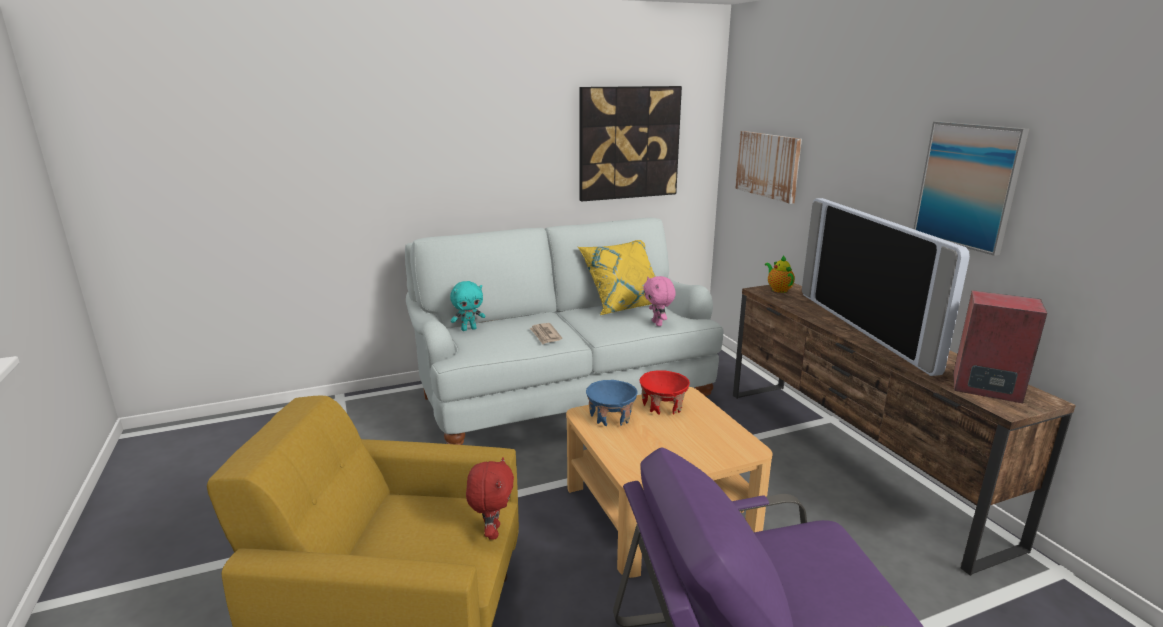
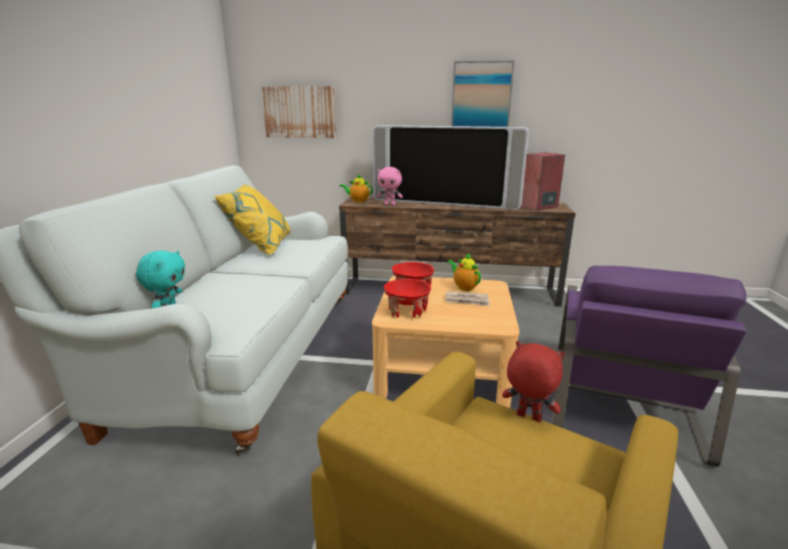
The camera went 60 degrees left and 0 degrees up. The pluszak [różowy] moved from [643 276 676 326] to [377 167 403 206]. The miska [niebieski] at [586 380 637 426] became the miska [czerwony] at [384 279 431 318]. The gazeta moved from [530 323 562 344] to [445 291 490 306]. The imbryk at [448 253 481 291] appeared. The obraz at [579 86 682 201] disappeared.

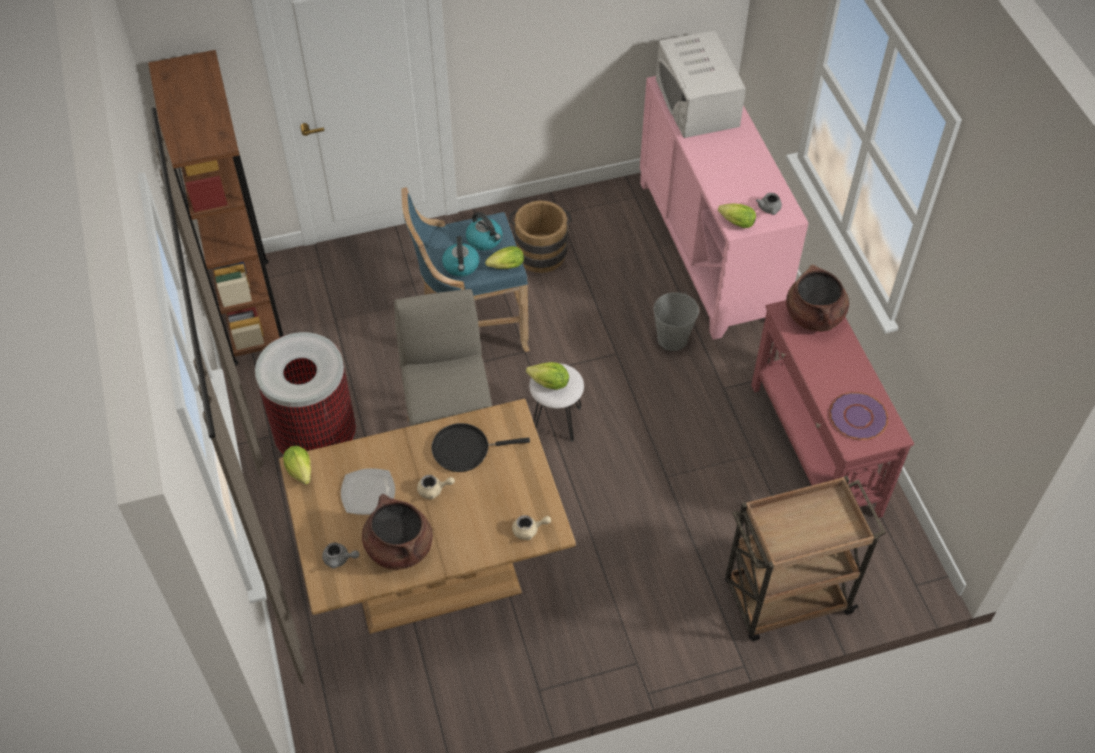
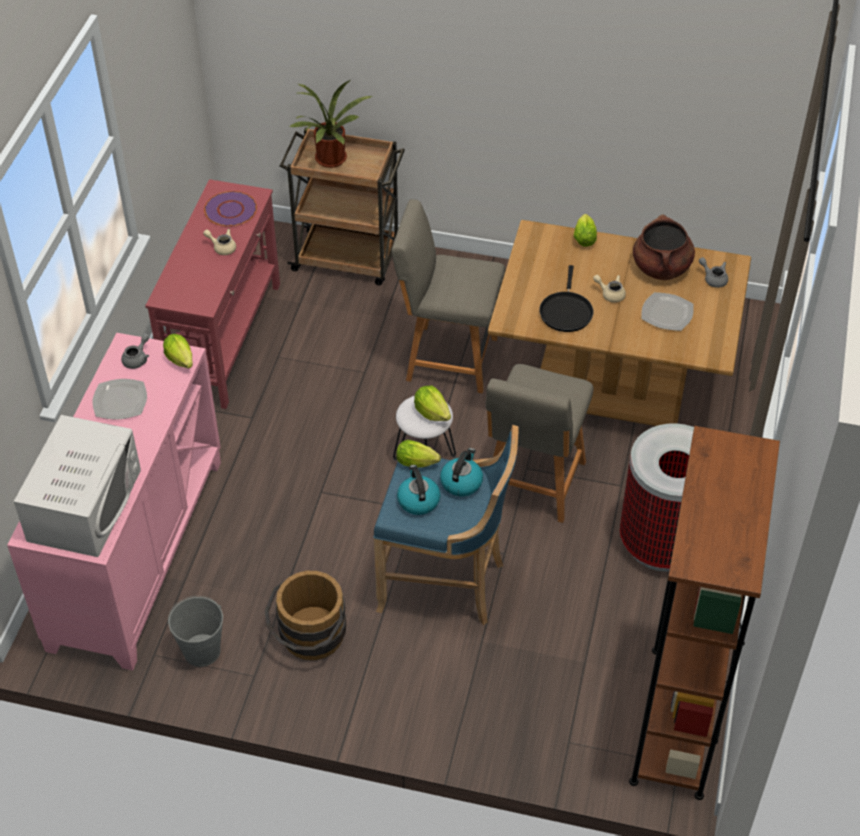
The camera went 150 degrees left and 5 degrees down. The talerz at [92 379 147 420] appeared. The wiadro [szary] moved from [654 292 699 351] to [168 596 223 667]. The imbryk [beżowy] moved from [512 515 551 540] to [203 229 236 255]. The roślina doniczkowa at [289 80 372 168] appeared. The krzesło [szary] at [391 199 505 393] appeared. The patelnia [czarny] at [432 423 530 472] turned 75 degrees clockwise. The sałata moved from [283 446 311 485] to [574 214 597 247]. The garnek [brązowy] at [786 265 849 332] disappeared.

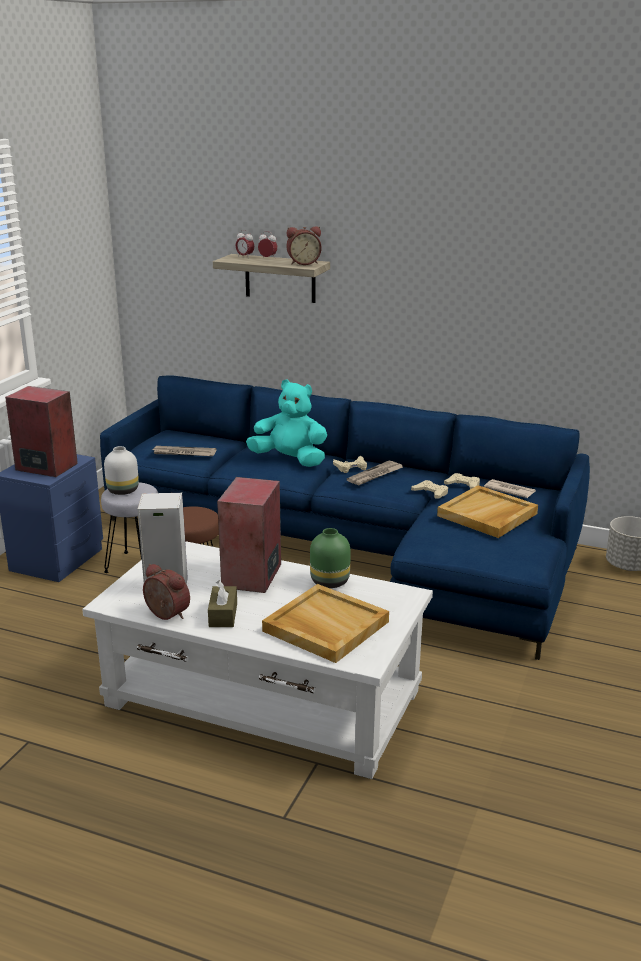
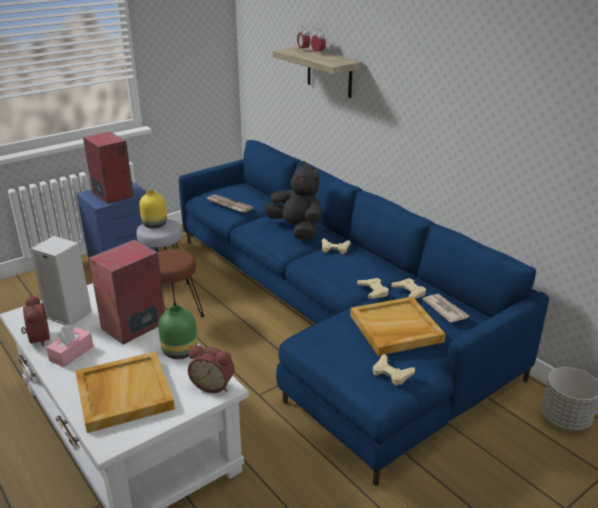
The camera went 30 degrees right and 5 degrees up. The pudełko chusteczek [brązowy] at [208 580 237 627] became the pudełko chusteczek [różowy] at [46 325 94 367]. The wazon [biały] at [104 446 139 495] became the wazon [żółty] at [139 190 167 228]. The budzik moved from [286 226 321 265] to [188 345 234 393]. The pluszak [turkusowy] at [246 380 327 467] became the pluszak [czarny] at [264 161 322 240]. The pad do gier [beżowy] at [373 354 415 386] appeared. The gazeta at [347 461 403 485] disappeared.

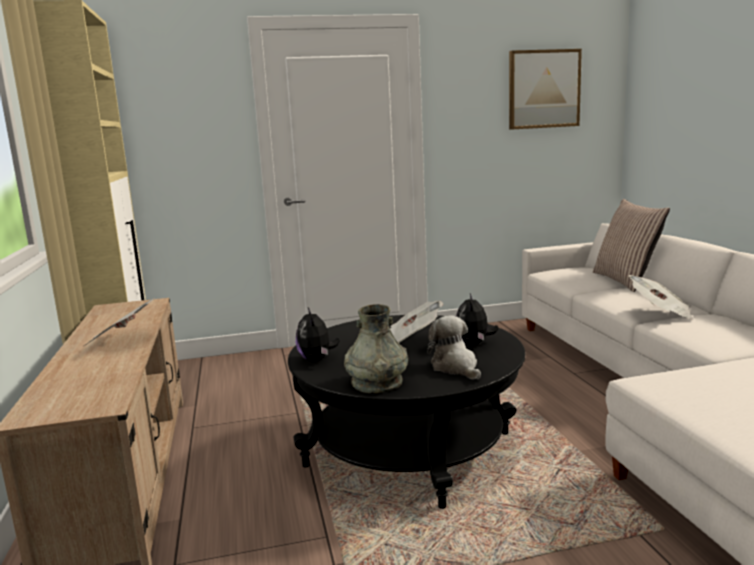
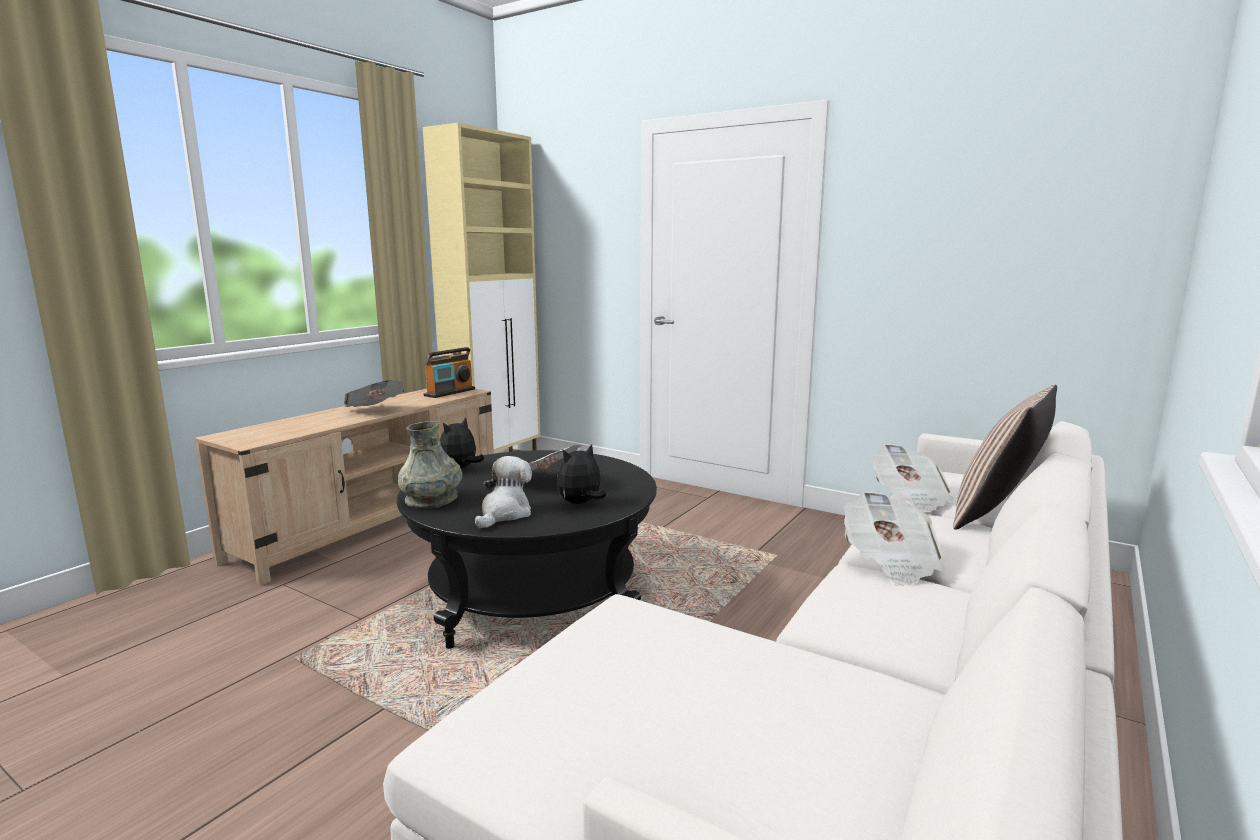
The camera went 45 degrees right and 0 degrees up. The radio at [423 347 475 398] appeared. The gazeta at [872 443 954 513] appeared. The obraz at [509 49 582 130] disappeared.

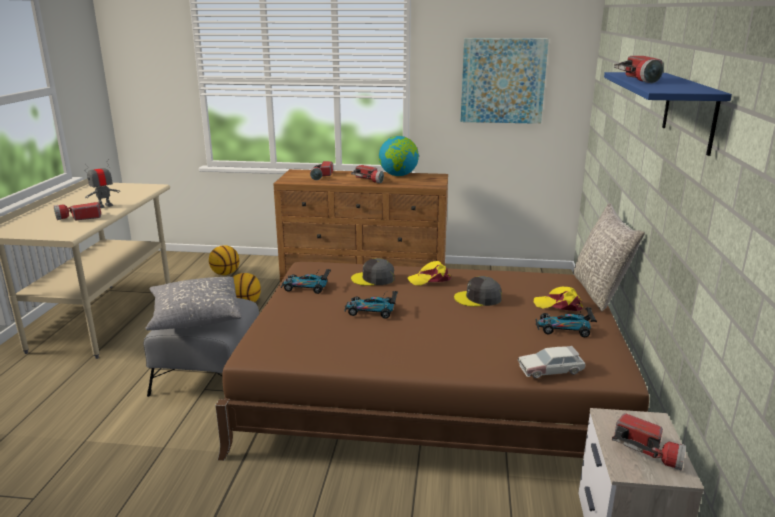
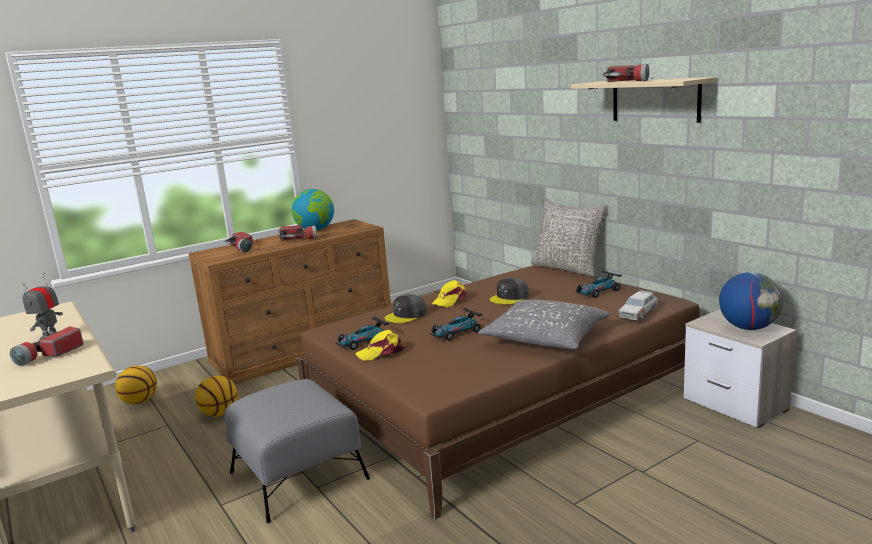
The camera went 40 degrees left and 5 degrees down. The czapka z daszkiem [żółty] moved from [534 287 583 311] to [356 330 405 361]. The poduszka [szary] moved from [145 277 242 331] to [478 299 610 349]. The półka [niebieski] at [604 72 732 156] became the półka [beżowy] at [571 77 717 123]. The latarka at [612 413 686 470] was replaced by the globus at [719 272 783 330]. The obraz at [461 38 549 124] disappeared.

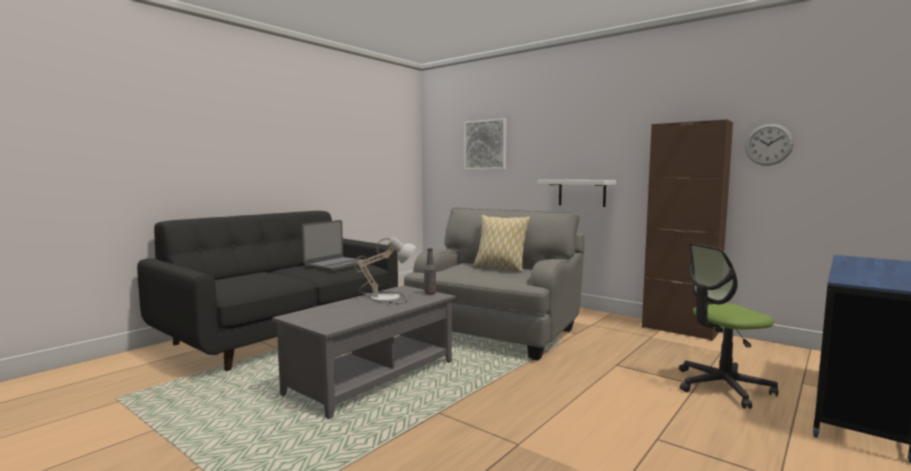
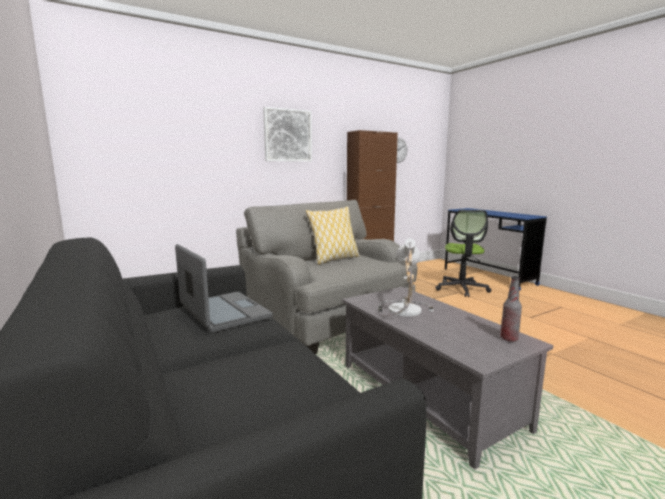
The camera went 70 degrees left and 5 degrees up. The obraz moved from [464 118 507 170] to [263 107 312 162]. The butelka moved from [424 248 436 294] to [500 276 522 342]. The półka [biały] at [538 180 616 207] disappeared.

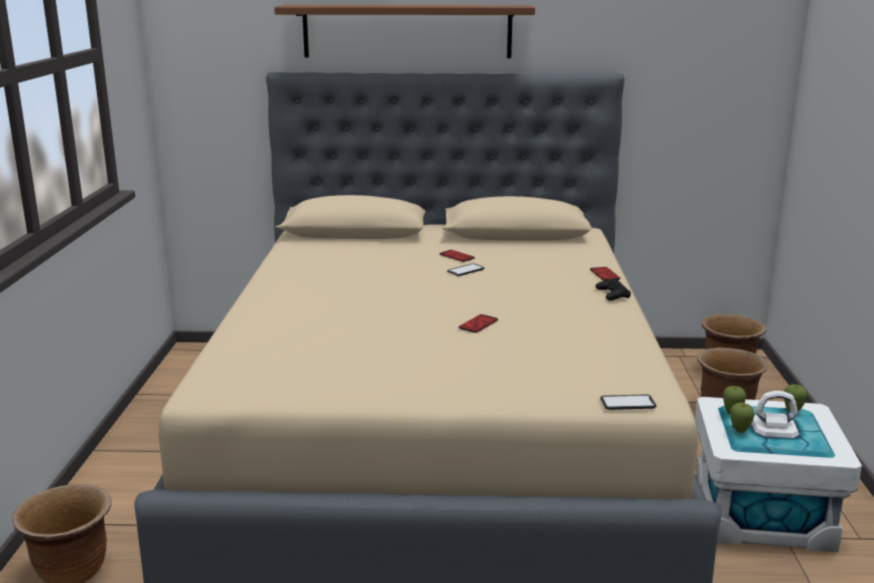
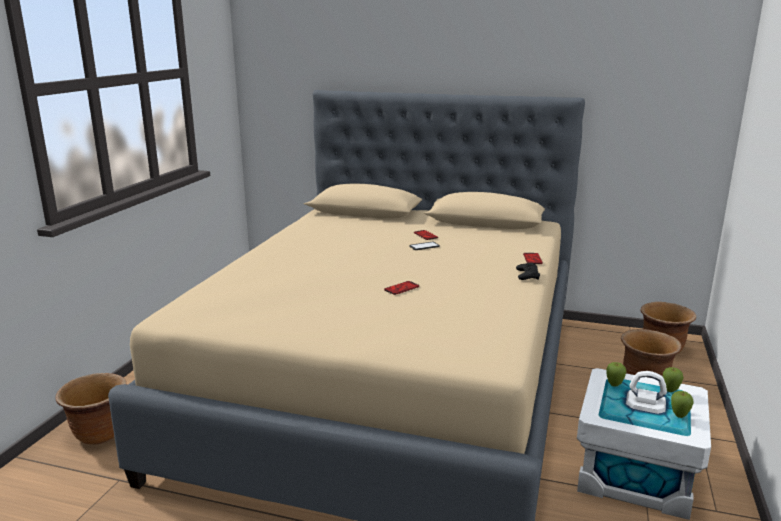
The camera went 15 degrees right and 0 degrees up. The jabłko moved from [730 402 755 433] to [671 391 694 418]. The półka [brązowy] at [274 5 535 58] disappeared. The telefon at [600 394 657 410] disappeared.

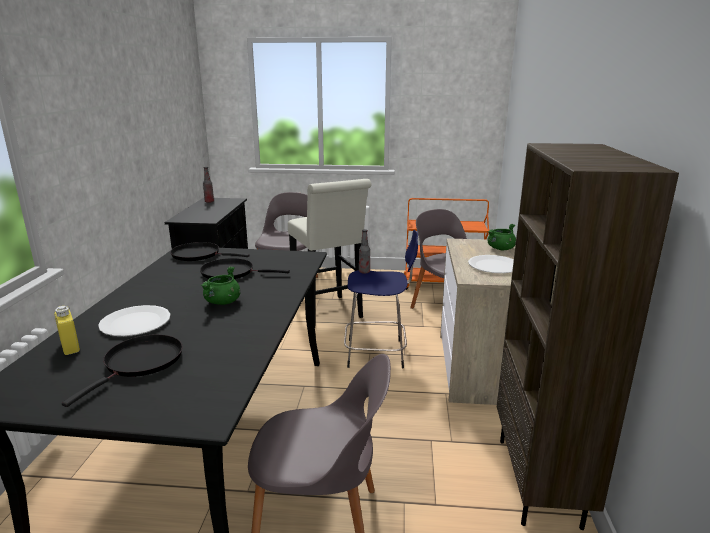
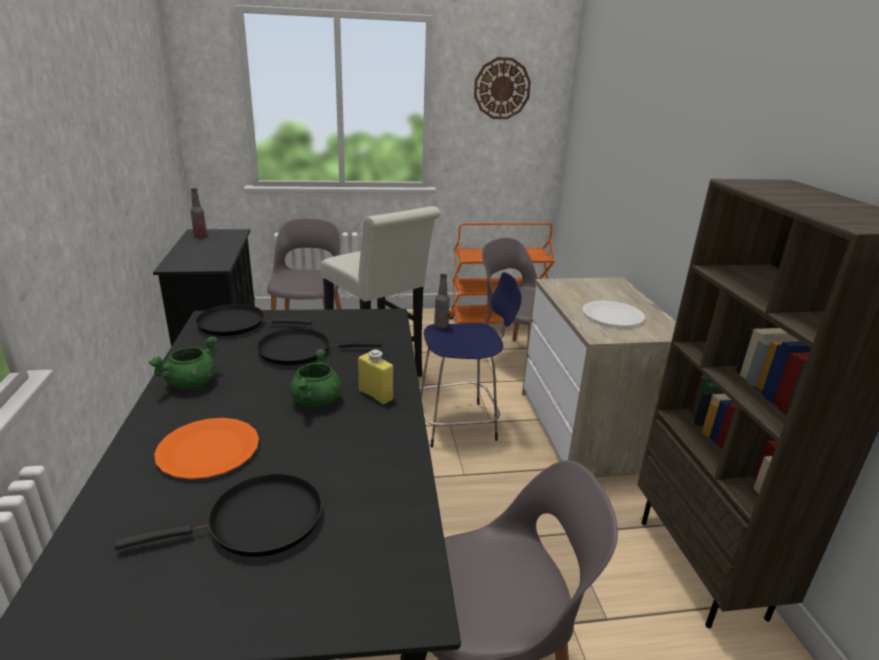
The camera went 15 degrees left and 5 degrees up. The patelnia [czarny] at [62 334 183 407] turned 60 degrees clockwise. The garnek [zielony] moved from [488 224 516 250] to [148 336 218 389]. The talerz [biały] at [98 305 170 336] became the talerz [pomarańczowy] at [154 418 259 479]. The butelka [żółty] moved from [54 306 80 355] to [358 349 393 404]. The zegar ścienny at [474 57 531 119] appeared.

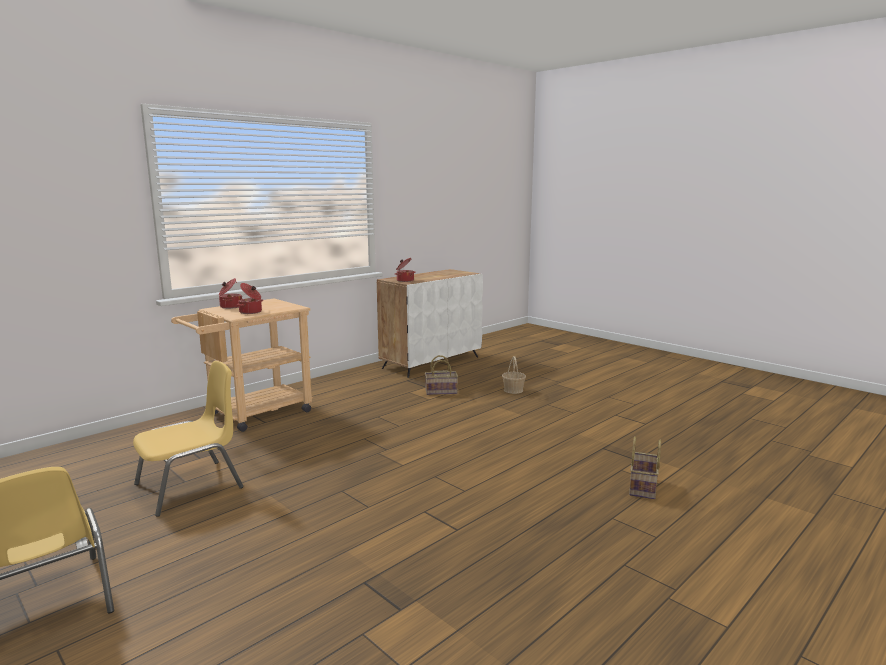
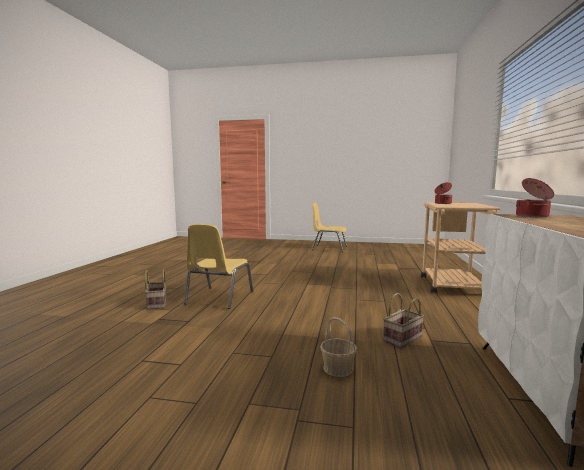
The camera went 145 degrees right and 5 degrees down. The krzesło [żółty] moved from [133 361 244 517] to [184 224 253 309]. The garnek at [219 278 242 309] disappeared.

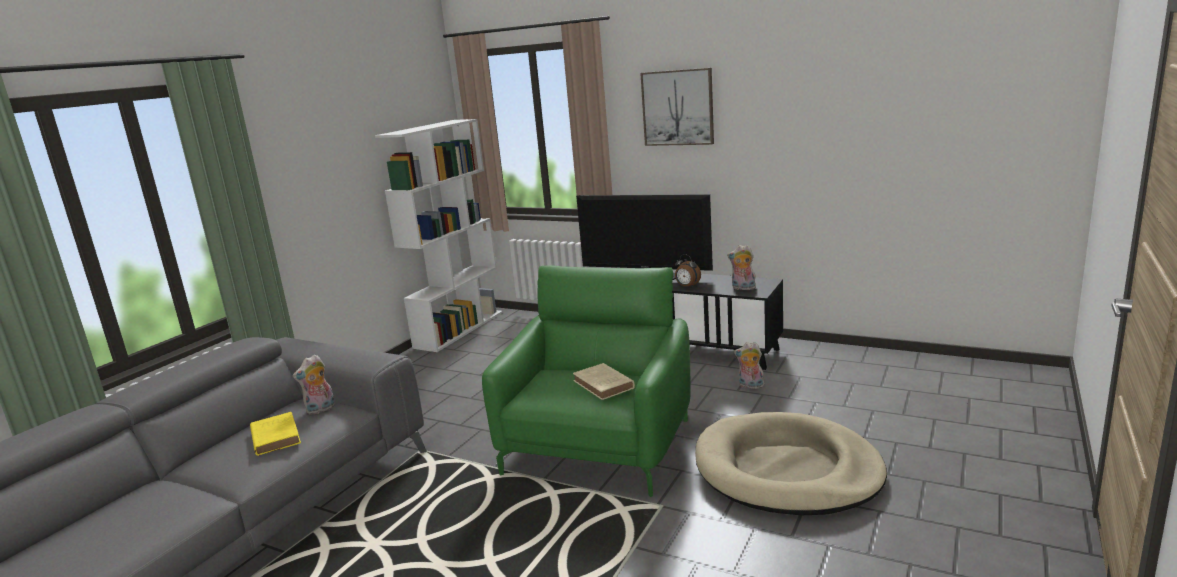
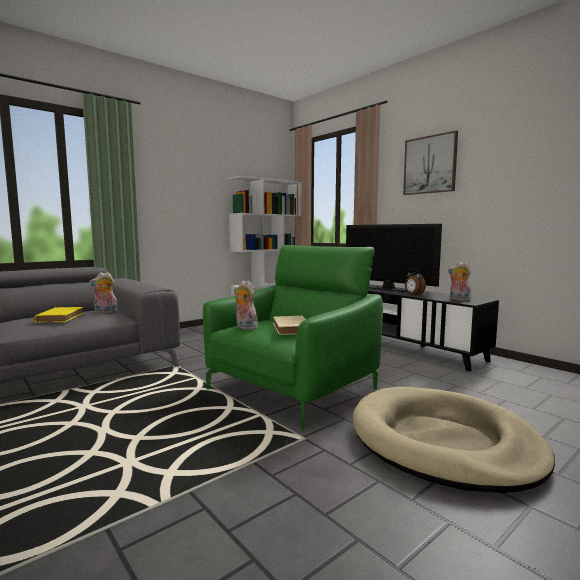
The camera went 20 degrees right and 10 degrees down. The pluszak moved from [734 342 764 389] to [234 280 258 330].

